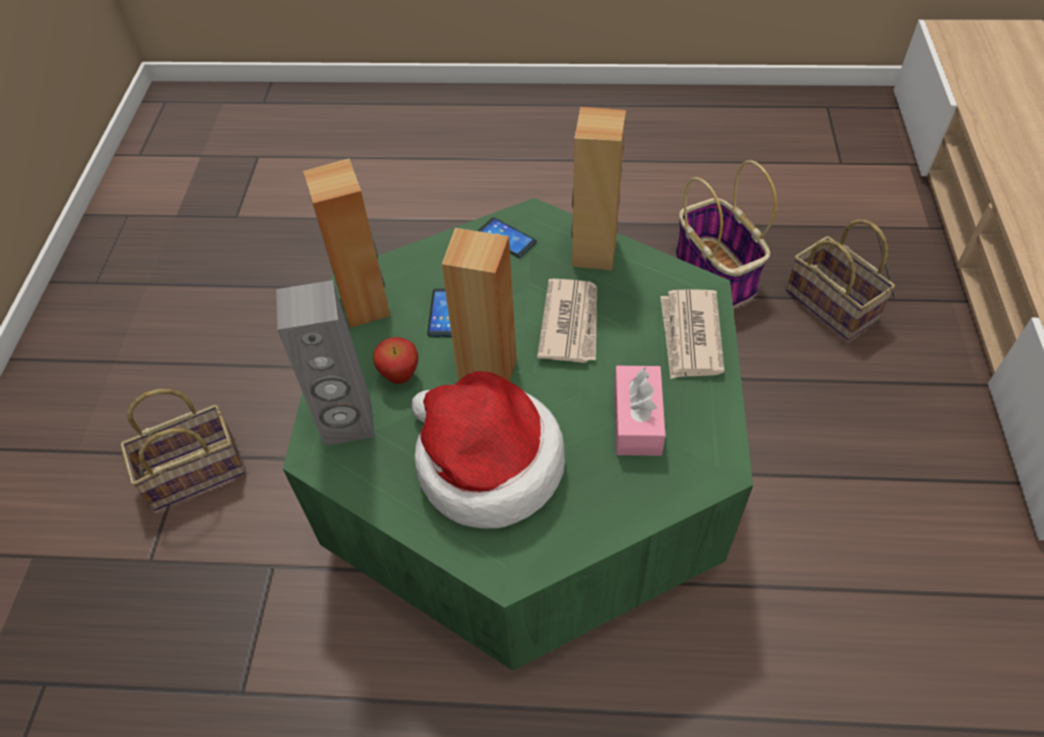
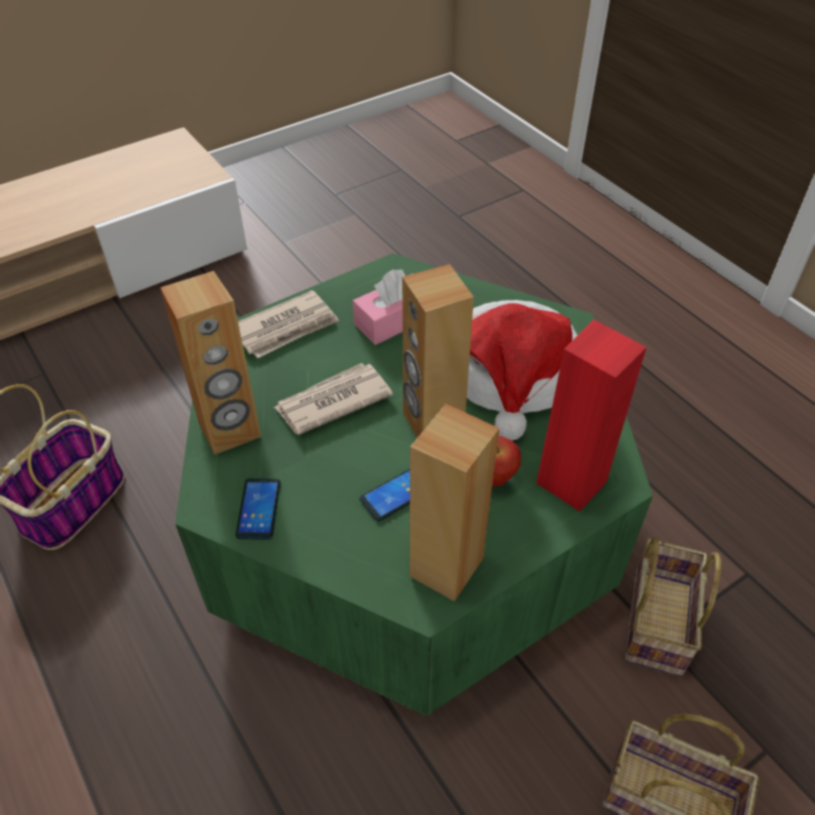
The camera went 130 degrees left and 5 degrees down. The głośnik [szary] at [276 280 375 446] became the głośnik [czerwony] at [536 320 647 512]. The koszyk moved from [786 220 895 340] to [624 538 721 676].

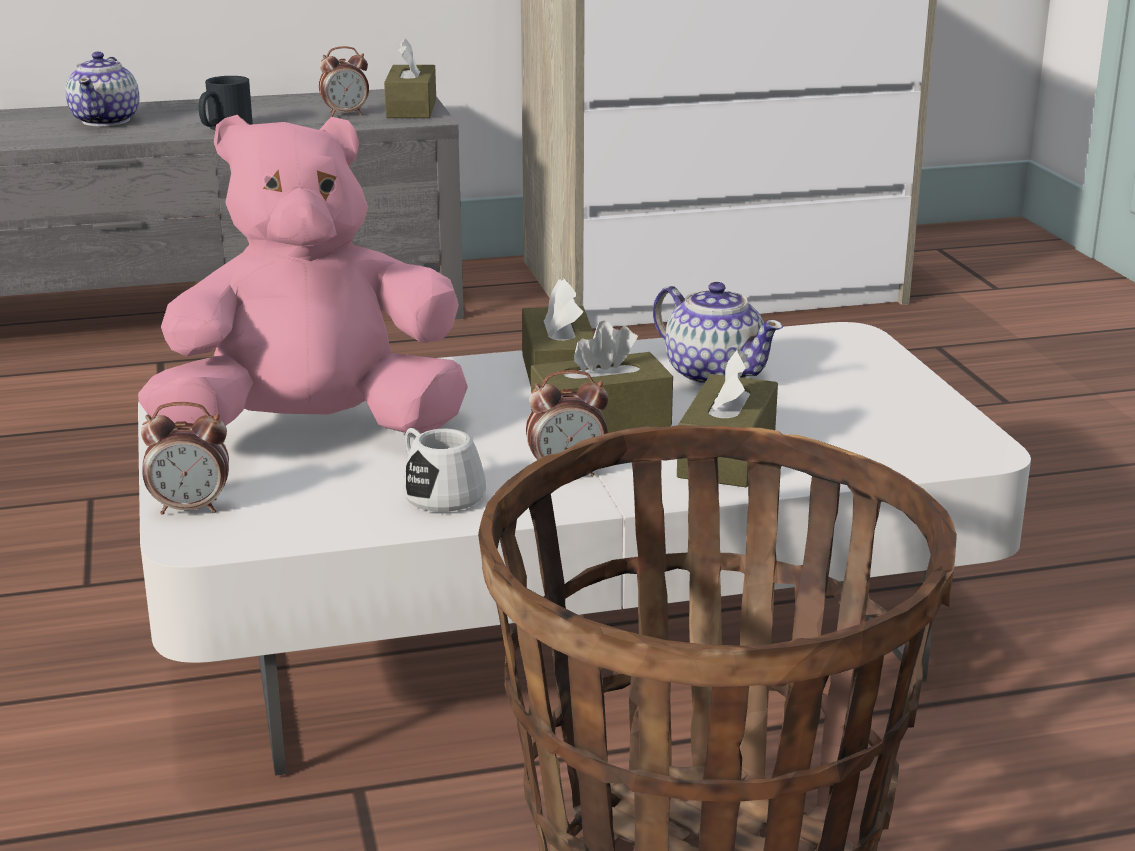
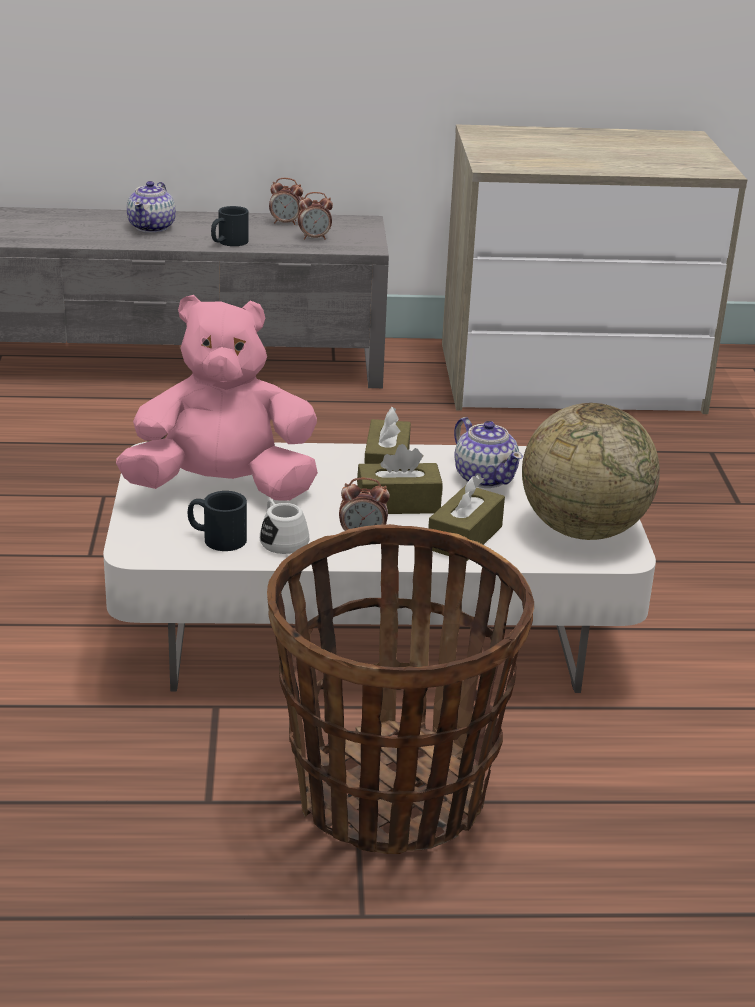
The camera went 10 degrees right and 5 degrees up. The kubek [czarny] at [188 491 247 551] appeared. The budzik moved from [141 402 229 515] to [269 178 303 225]. The globus at [522 403 660 540] appeared. The pudełko chusteczek [brązowy] at [384 38 436 118] disappeared.

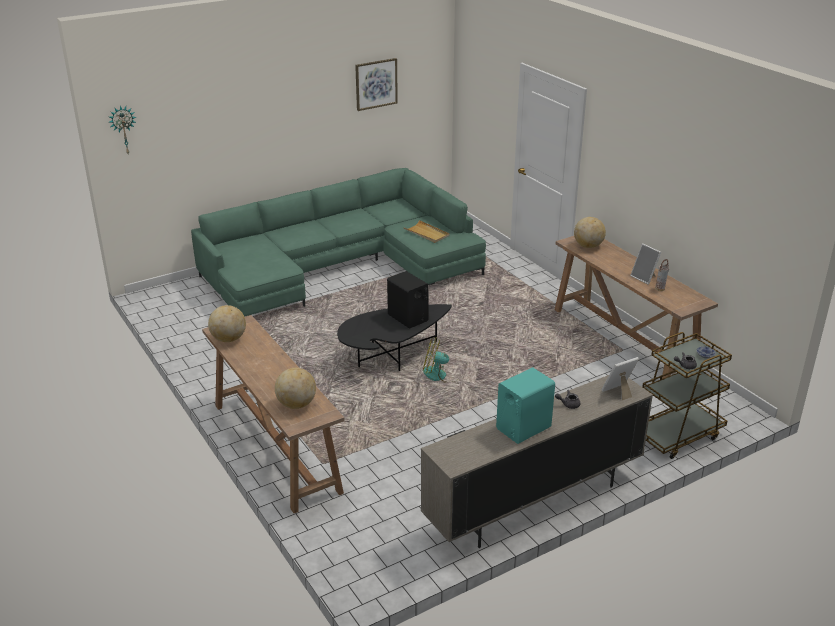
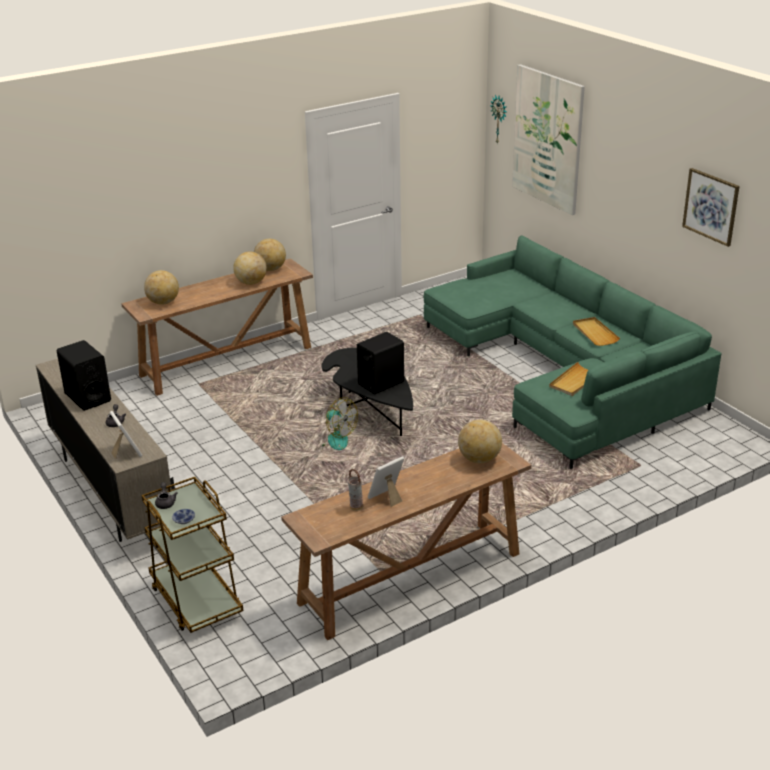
The camera went 90 degrees right and 0 degrees up. The głośnik [turkusowy] at [496 367 555 444] became the głośnik [czarny] at [57 340 111 411]. The globus at [233 252 267 285] appeared. The wentylator at [423 337 459 382] turned 120 degrees clockwise. The obraz at [512 64 585 215] appeared. The taca [beżowy] at [573 317 620 346] appeared.

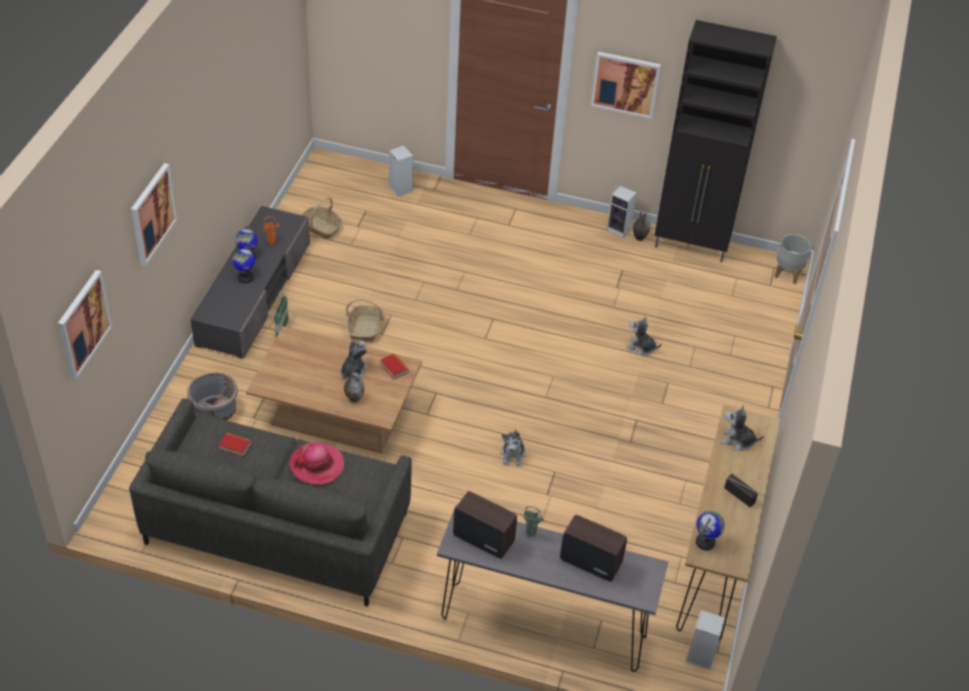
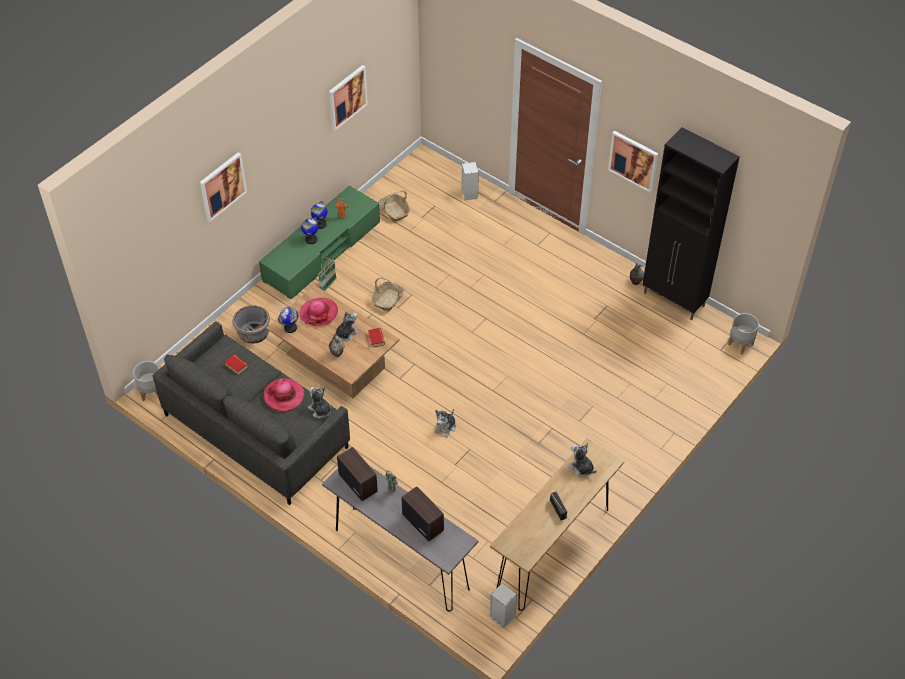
The camera went 25 degrees right and 5 degrees up. The donica [szary] at [133 361 159 401] appeared. The szafka pod telewizor [szary] at [191 206 310 358] became the szafka pod telewizor [zielony] at [259 186 380 299]. The globus moved from [696 511 725 550] to [278 307 298 333]. The kapelusz at [300 298 338 326] appeared. The pluszak moved from [626 316 662 356] to [308 386 331 419]. The obraz moved from [58 270 112 380] to [329 65 368 131]. The głośnik at [607 185 637 237] disappeared.

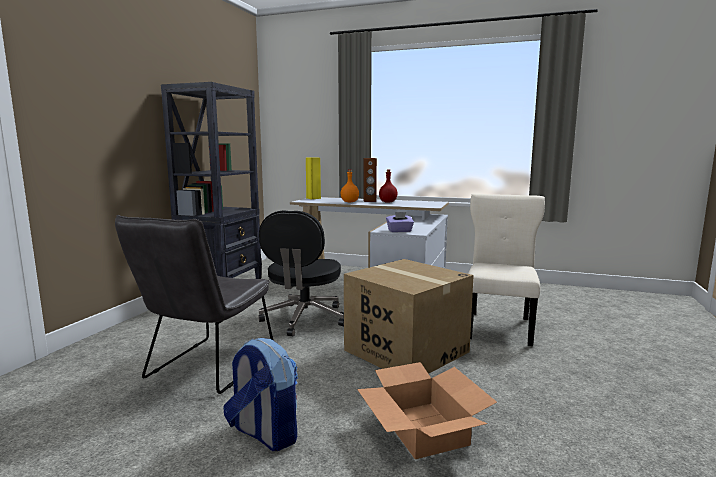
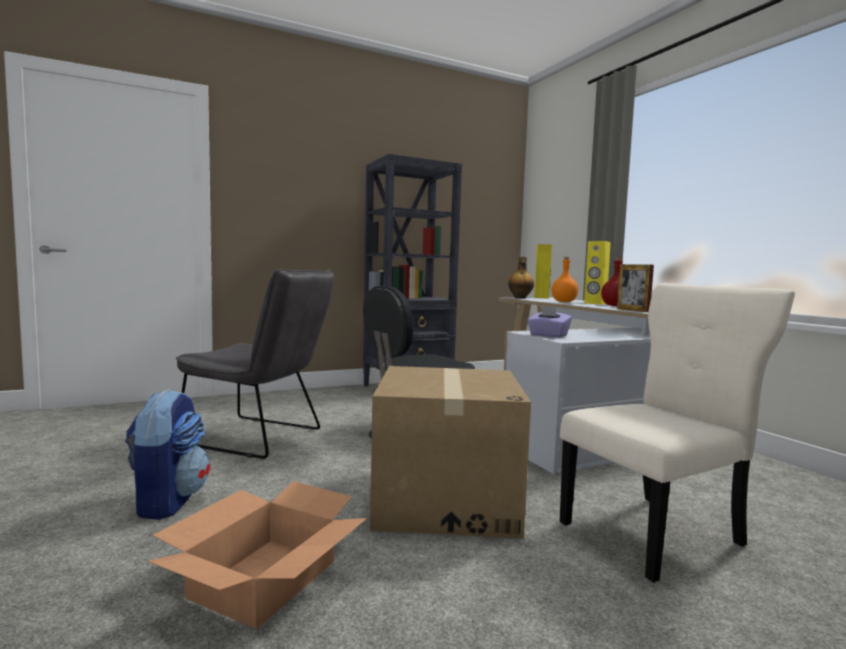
The camera went 45 degrees right and 5 degrees down. The krzesło [szary] at [115 215 273 394] turned 135 degrees counterclockwise. The butelka at [508 257 534 299] appeared. The głośnik [brązowy] at [363 158 377 202] became the głośnik [żółty] at [584 241 611 305]. The ramka na zdjęcie at [617 264 654 312] appeared.

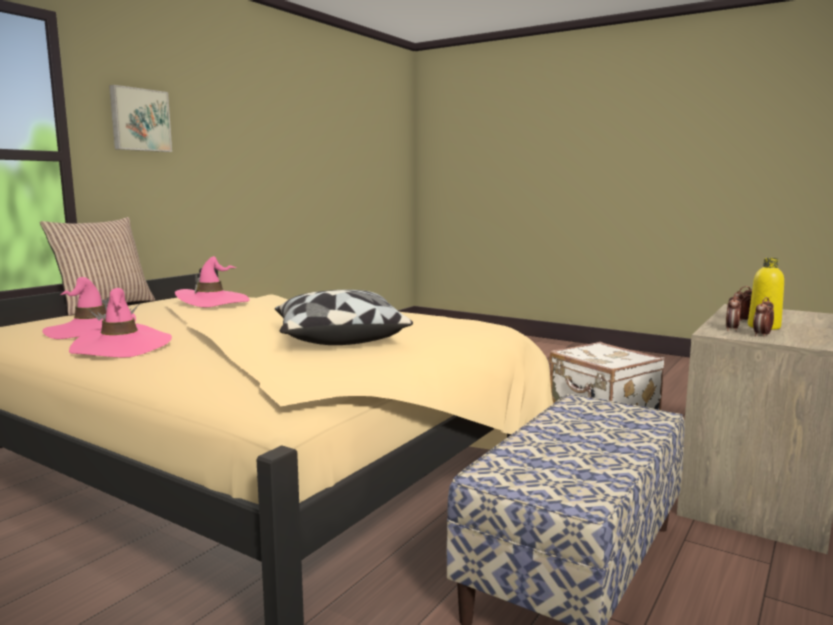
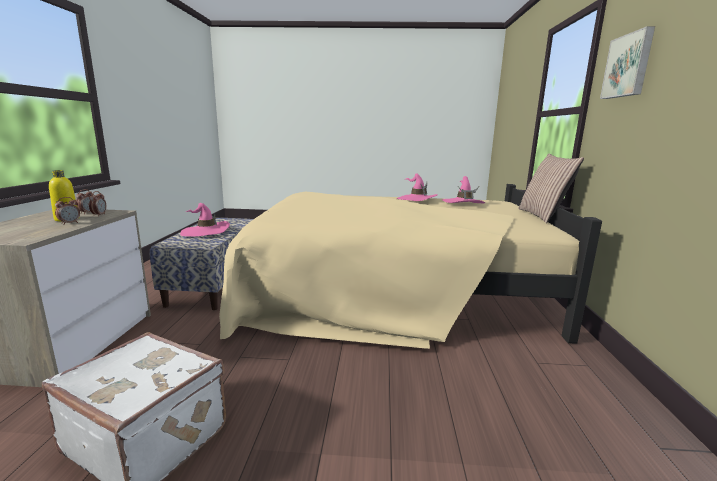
The camera went 150 degrees right and 5 degrees up. The kapelusz [różowy] moved from [175 256 249 307] to [180 203 230 237]. The poduszka at [275 290 413 345] disappeared.

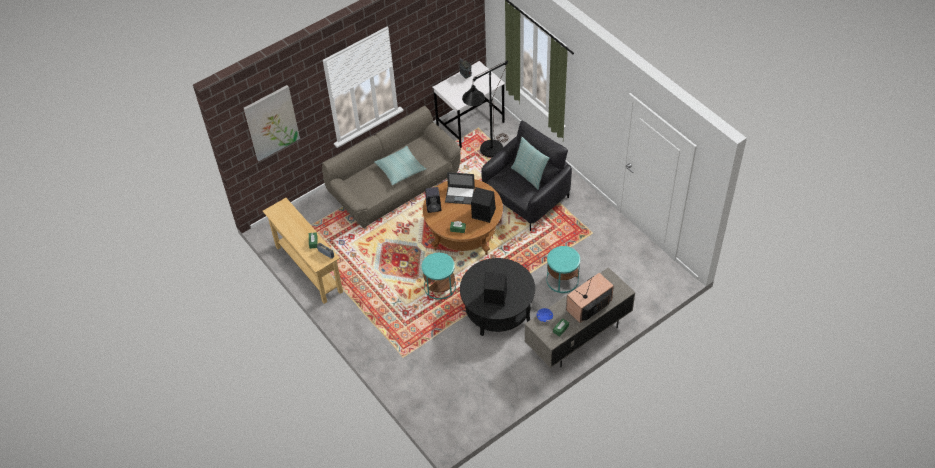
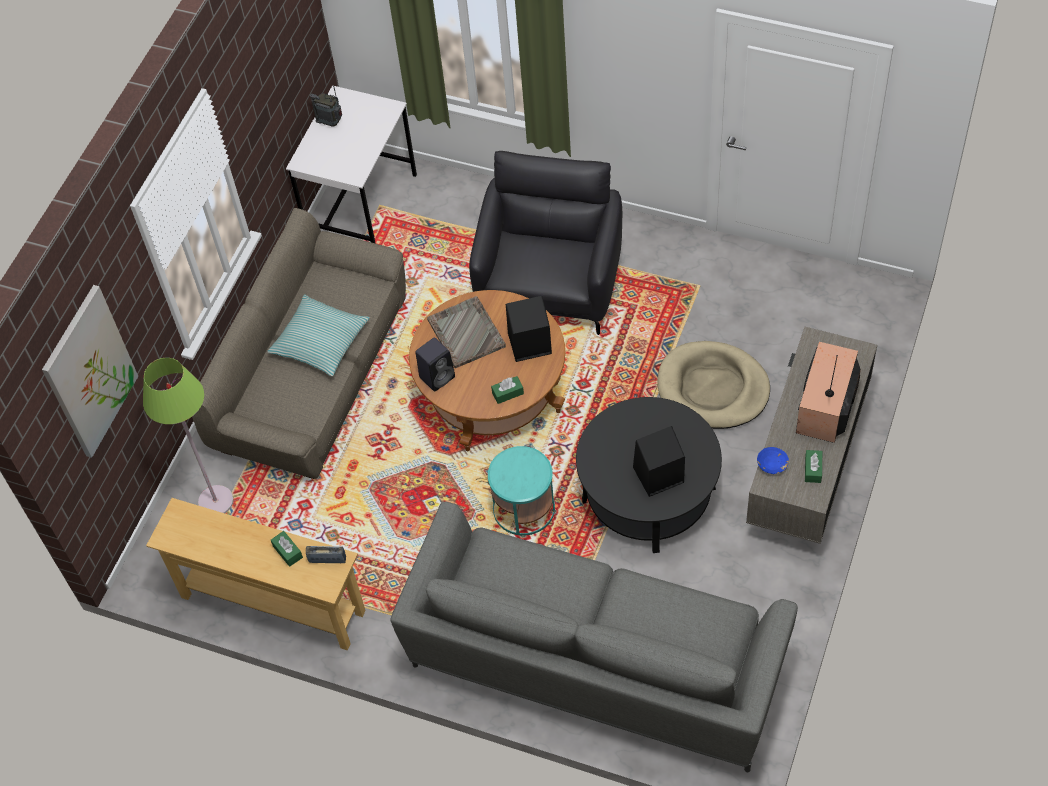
The camera went 30 degrees left and 5 degrees up. The lampa stojąca [zielony] at [143 358 233 513] appeared. The kanapa [szary] at [390 502 798 772] appeared. The laptop at [445 172 475 205] was replaced by the taca [szary] at [427 296 506 368]. The stolik [turkusowy] at [547 246 580 293] was replaced by the legowisko [beżowy] at [658 341 770 429]. The lampa stojąca [czarny] at [462 60 509 158] disappeared. The poduszka at [511 137 550 190] disappeared.

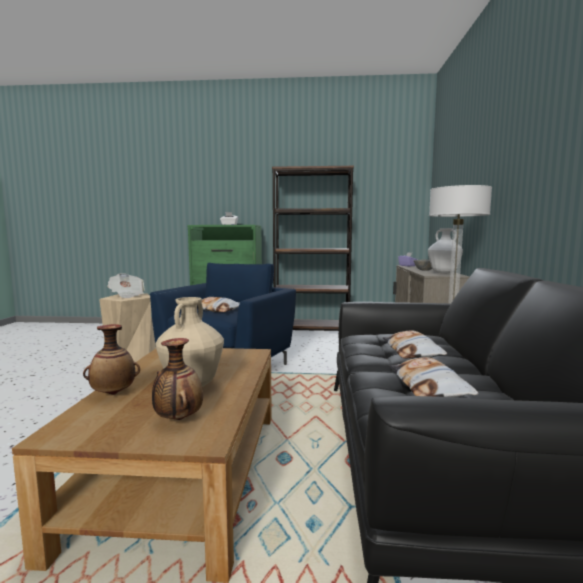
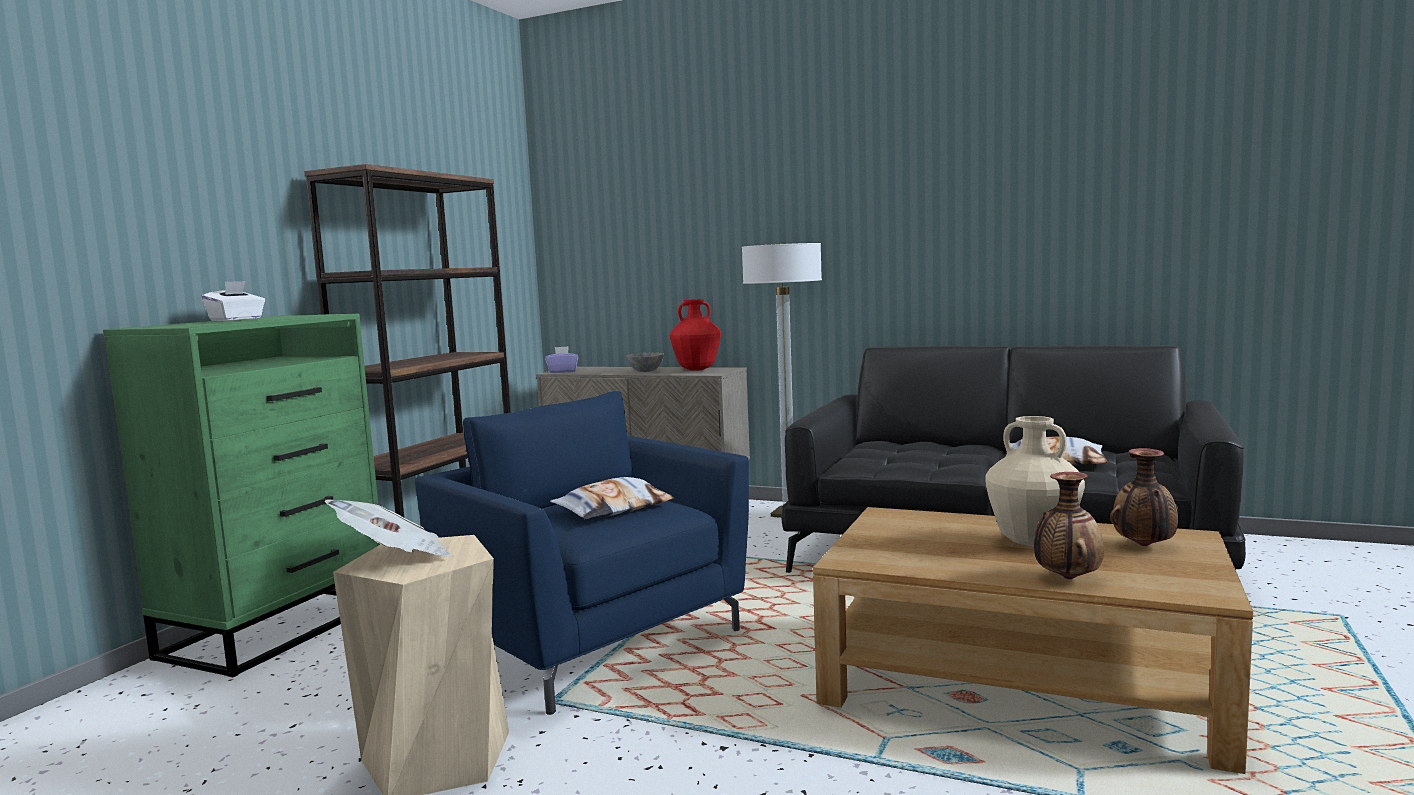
The camera went 70 degrees left and 0 degrees up. The wazon [biały] at [428 228 463 274] became the wazon [czerwony] at [670 299 721 371]. The poduszka at [383 330 447 359] disappeared.

